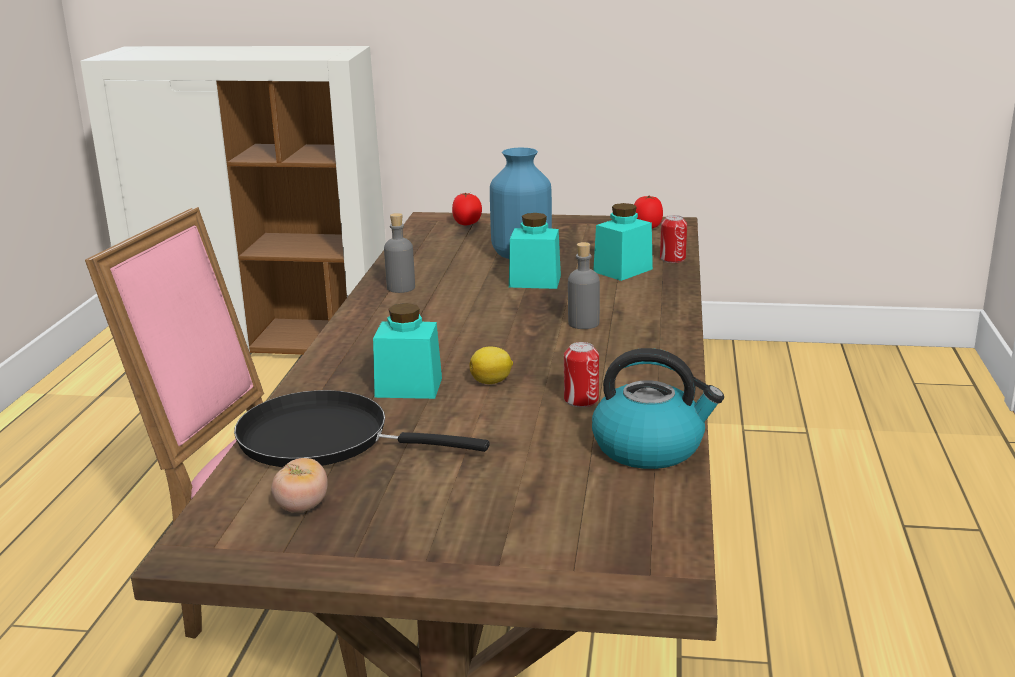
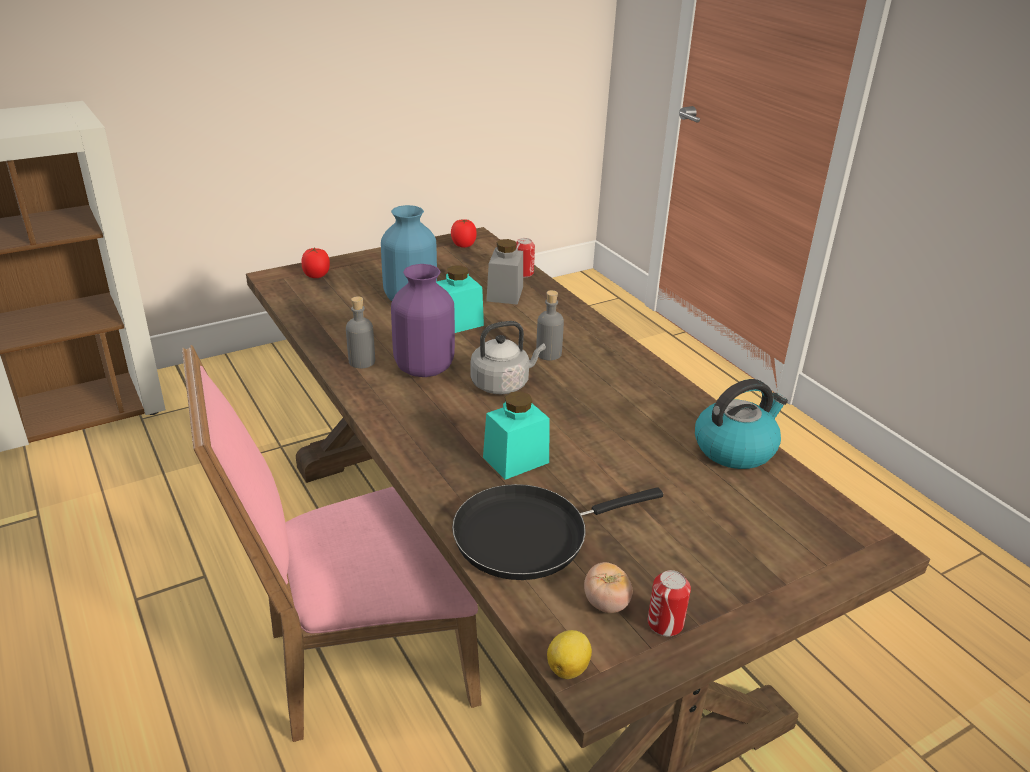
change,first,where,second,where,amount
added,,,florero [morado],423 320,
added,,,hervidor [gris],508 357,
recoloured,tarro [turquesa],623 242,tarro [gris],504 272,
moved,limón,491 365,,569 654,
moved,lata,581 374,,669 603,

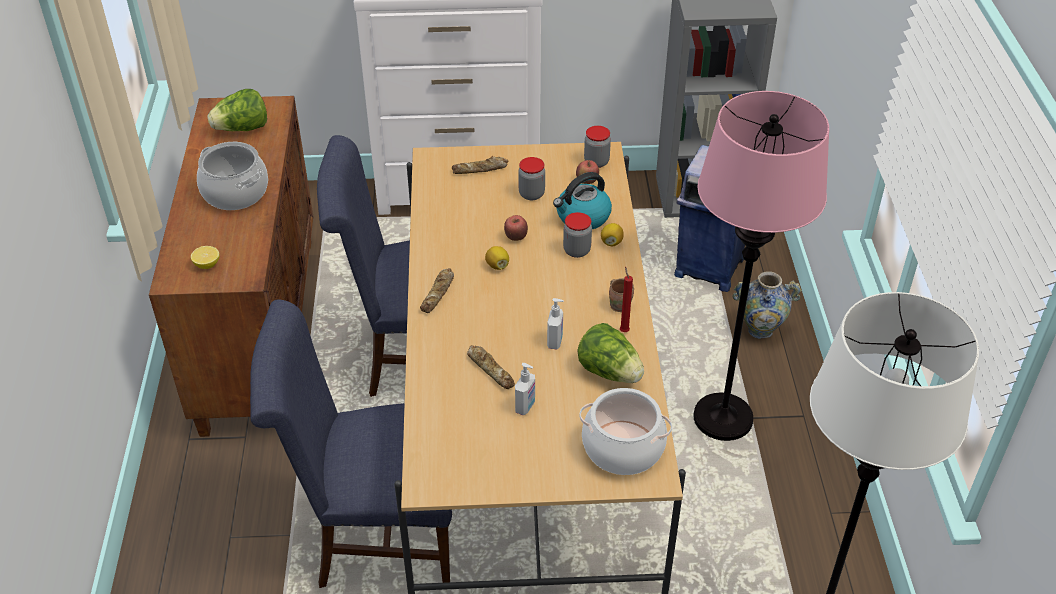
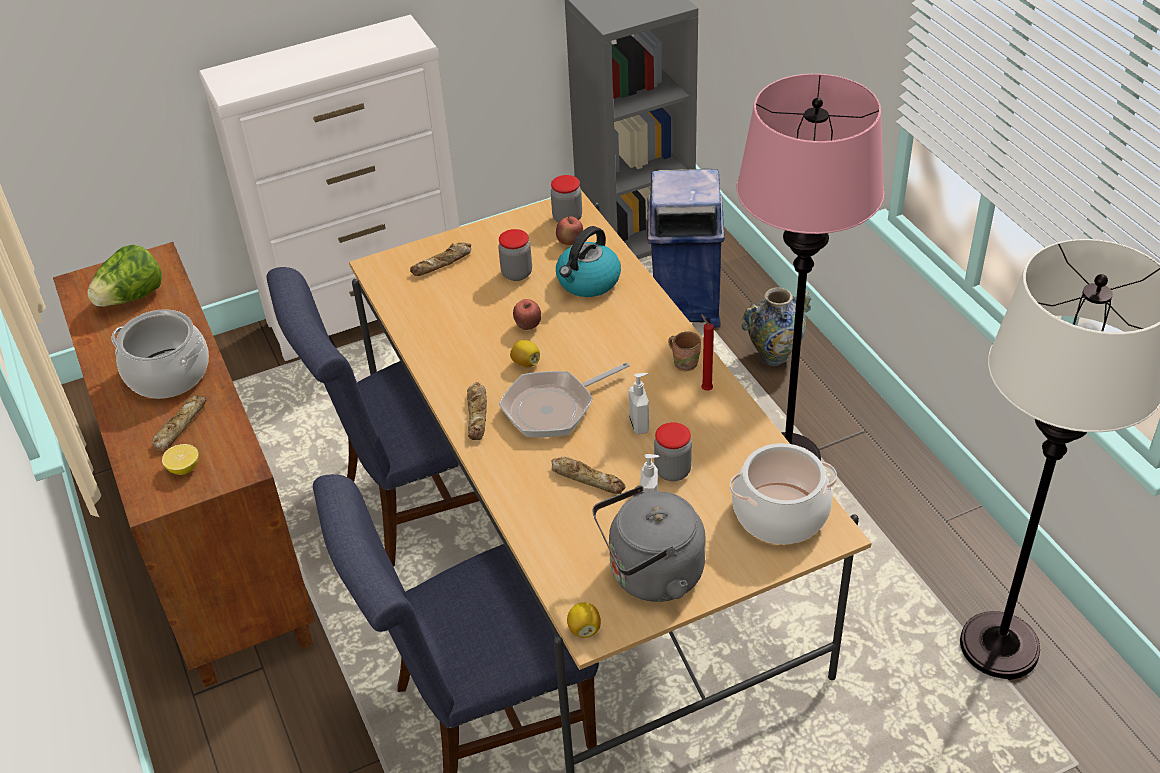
change,first,where,second,where,amount
added,,,pan,179 423,
added,,,sartén,564 400,
moved,limón,612 234,,584 620,
added,,,hervidor [gris],649 544,
moved,tarro,577 235,,673 451,
removed,lechuga,610 353,,,

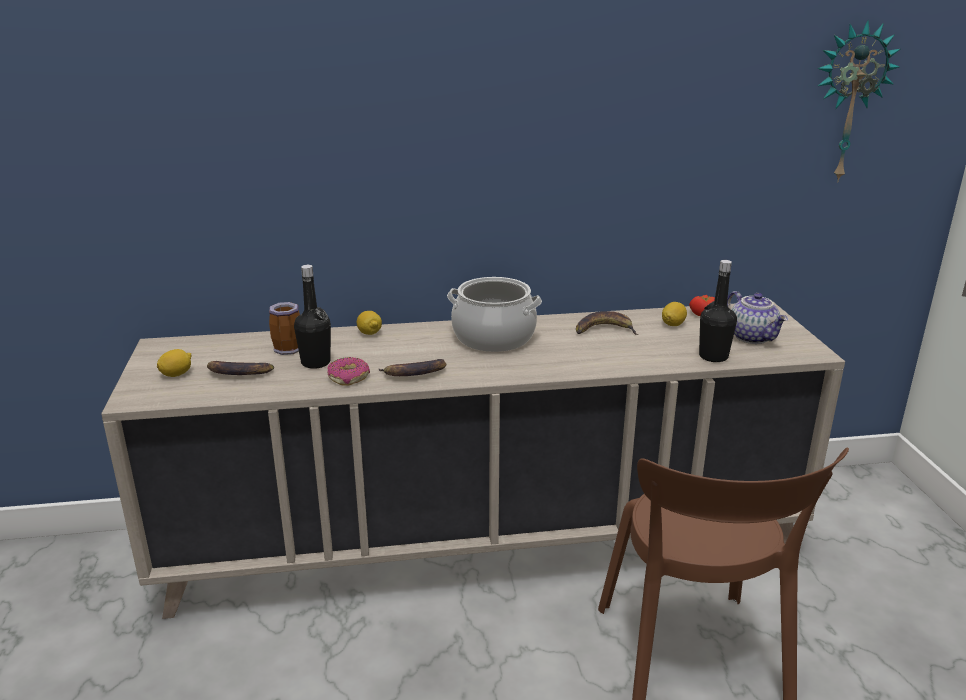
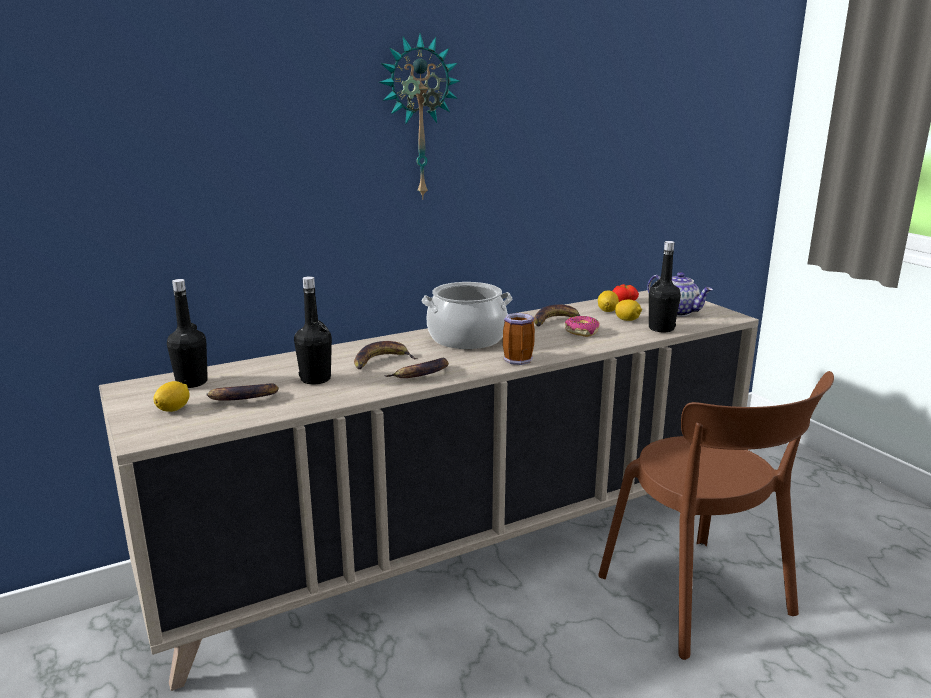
change,first,where,second,where,amount
added,,,botella [negro],187 333,
added,,,plátano,386 355,
moved,reloj de pared,858 101,,419 116,
moved,taza grande,284 328,,519 339,
moved,rosquilla,348 371,,582 326,
moved,limón,369 323,,628 310,

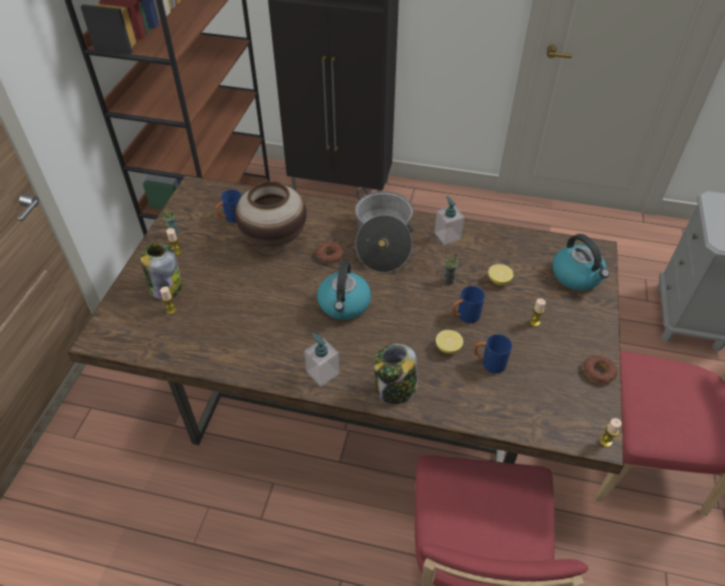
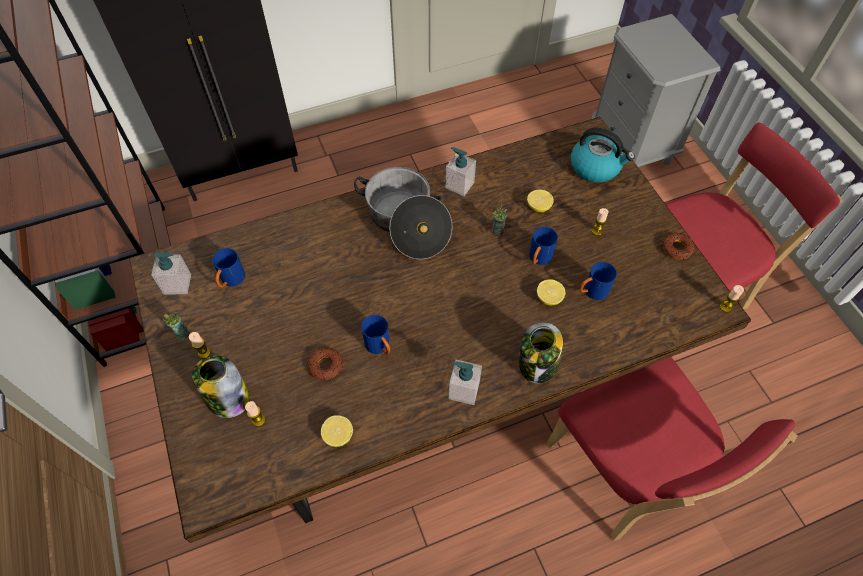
change,first,where,second,where,amount
added,,,dispensador de jabón,171 274,
moved,rosquilla,329 252,,325 363,
added,,,limón,337 431,
added,,,taza grande [azul],375 334,
removed,florero,271 214,,,
removed,hervidor,344 290,,,

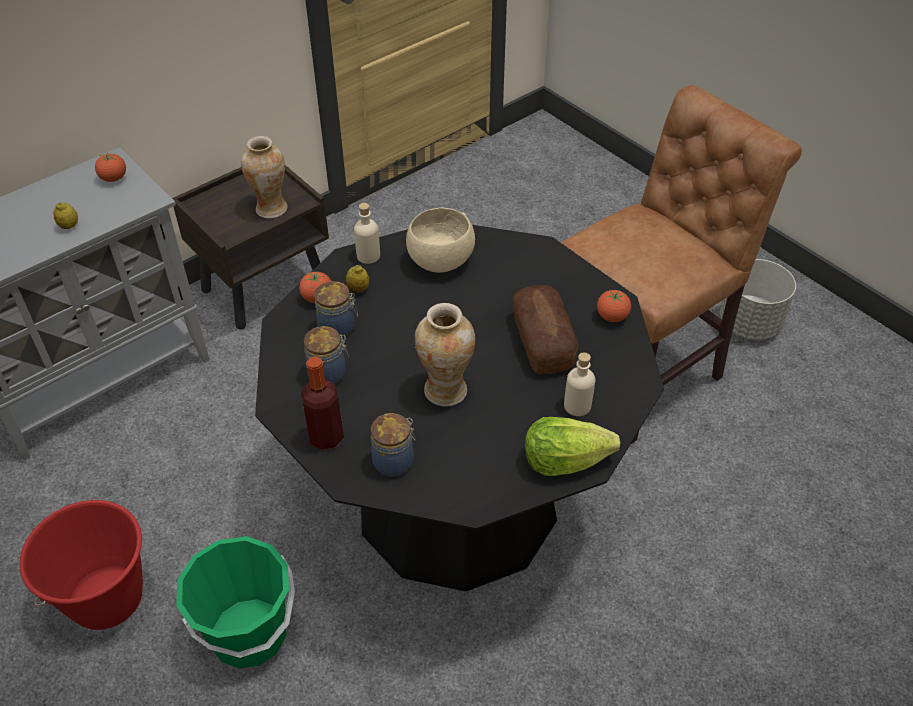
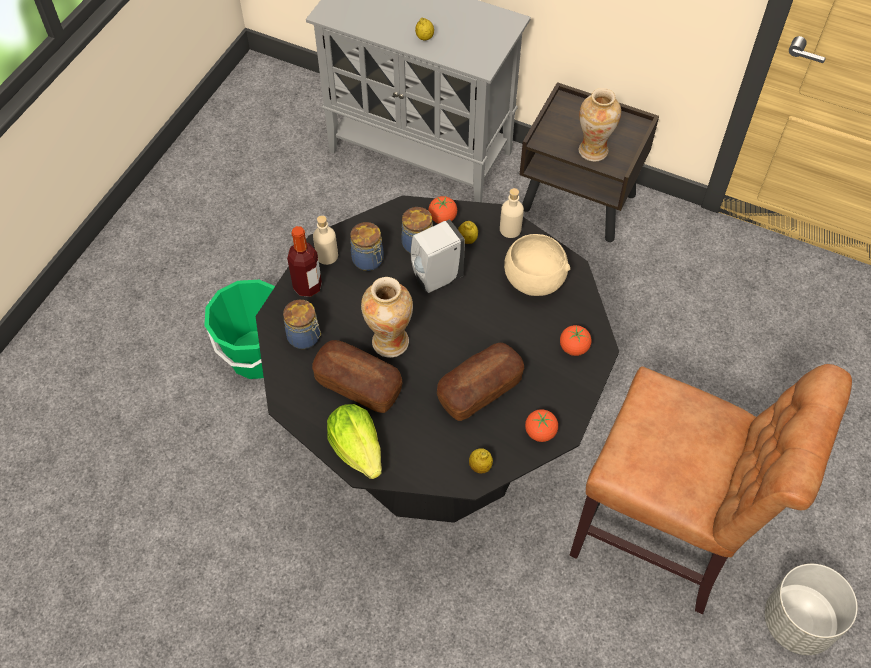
change,first,where,second,where,amount
added,,,pan,357 376,
moved,botella [beis],579 384,,325 240,
added,,,dispensador de jabón [blanco],438 256,
added,,,limón,481 461,
moved,tomate,110 167,,576 340,
removed,cubo [rojo],81 565,,,

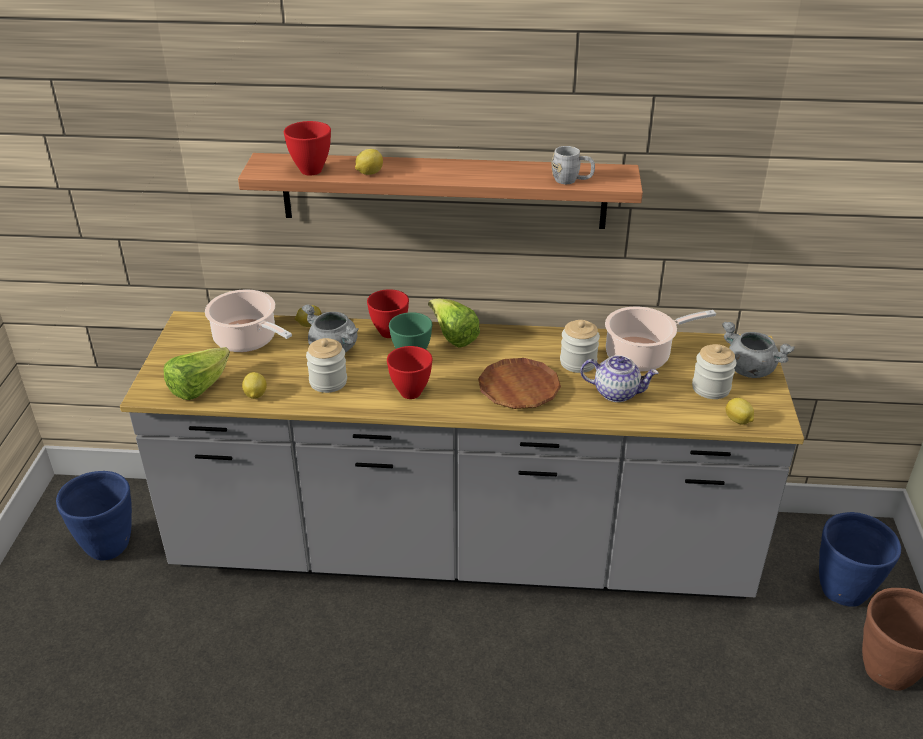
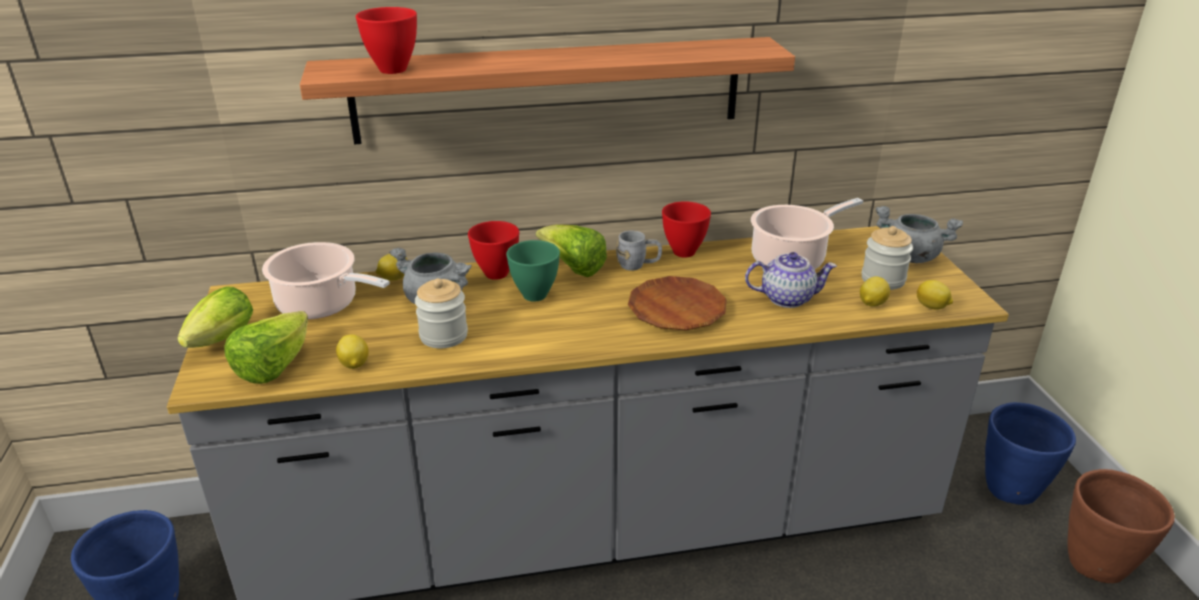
change,first,where,second,where,amount
added,,,lechuga,215 317,
moved,taza grande [gris],573 165,,639 250,
moved,cuenco [rojo],410 372,,686 229,
moved,limón,369 162,,875 291,
removed,tarro,580 346,,,

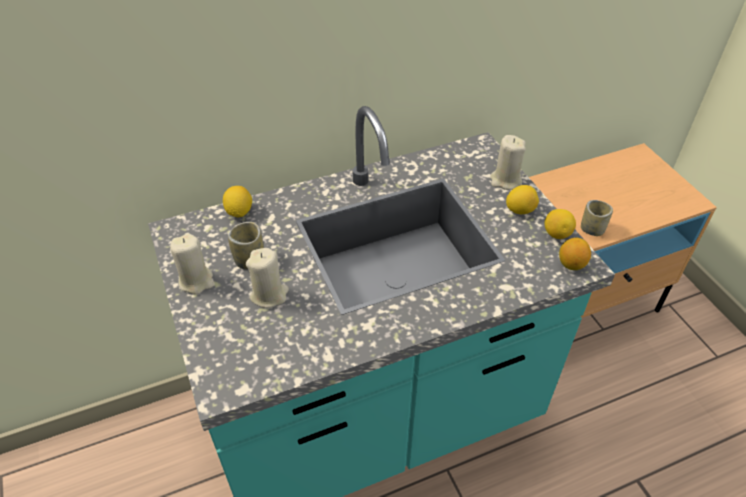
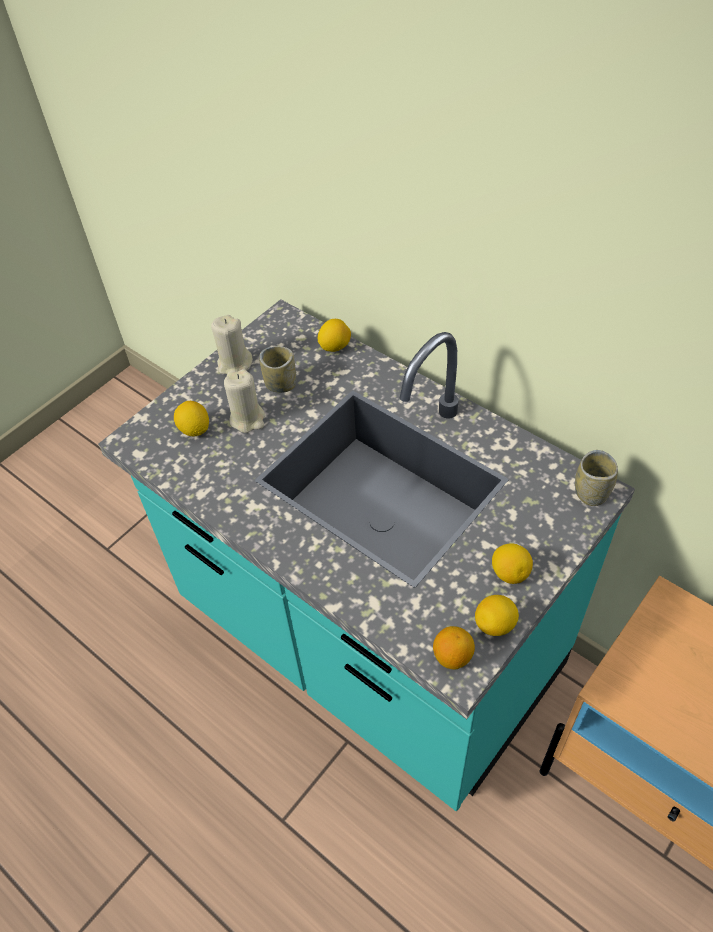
change,first,where,second,where,amount
added,,,limón,191 418,
moved,taza,597 218,,596 478,
removed,vela [beis],508 162,,,

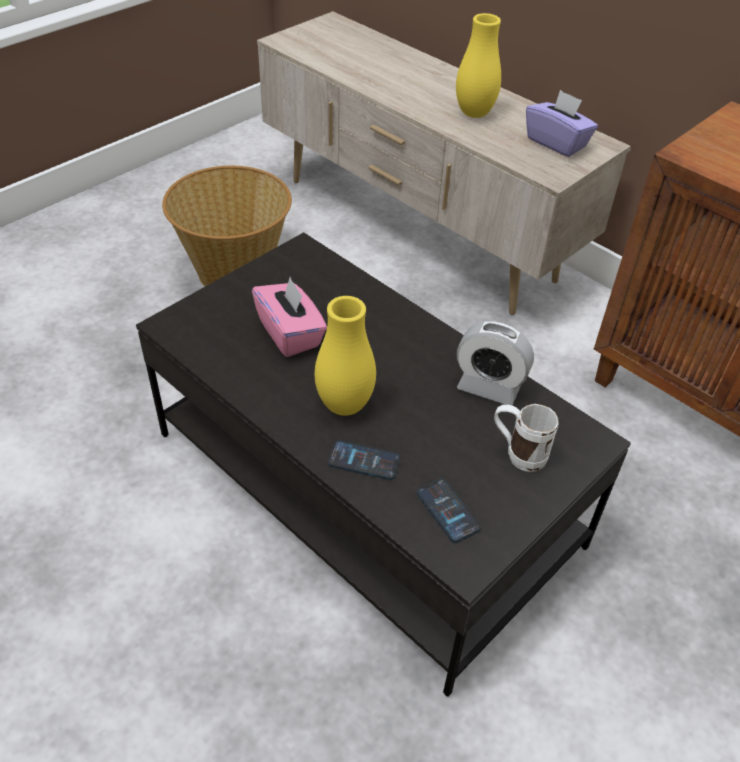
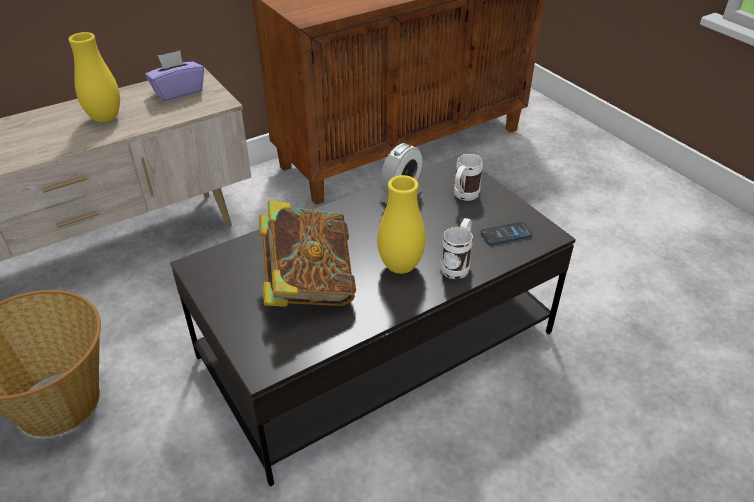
change,first,where,second,where,amount
replaced,caja de pañuelos [rosa],289 317,libro,307 253,
replaced,móvil,364 460,taza grande [blanco],456 248,

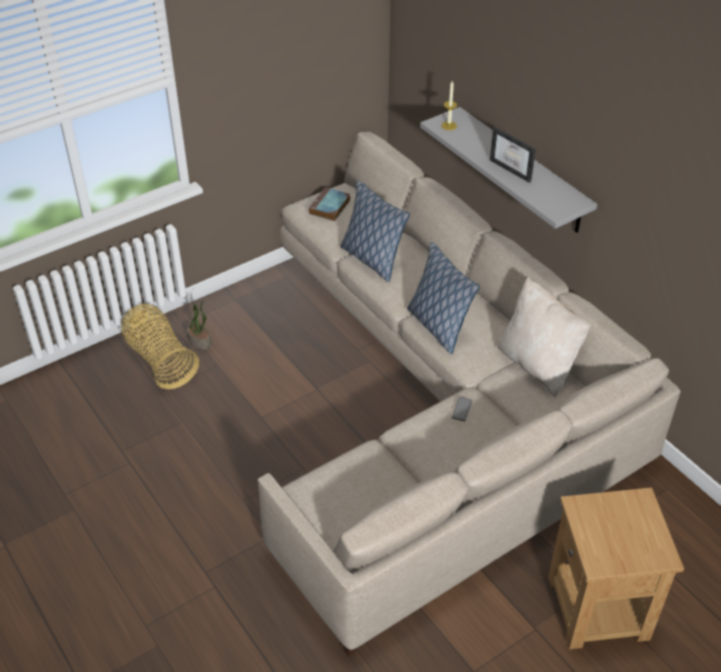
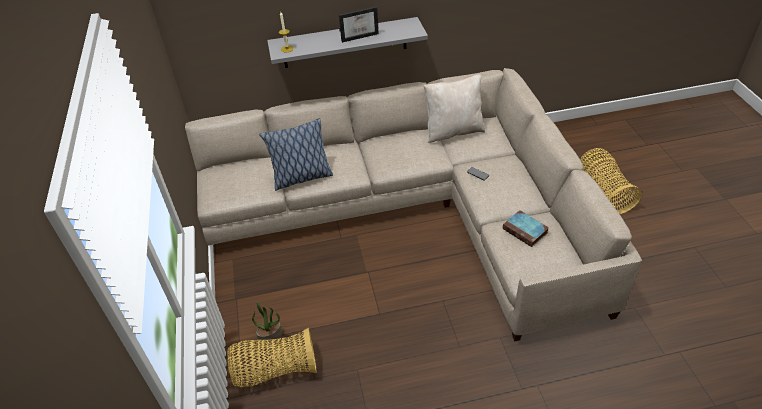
change,first,where,second,where,amount
moved,libro,329 204,,526 228,
replaced,mesa auxiliar [marrón],616 568,cesta,611 181,
removed,cojín,443 298,,,

